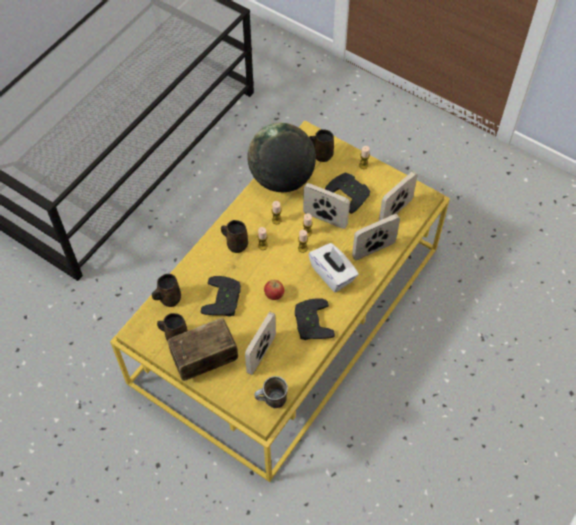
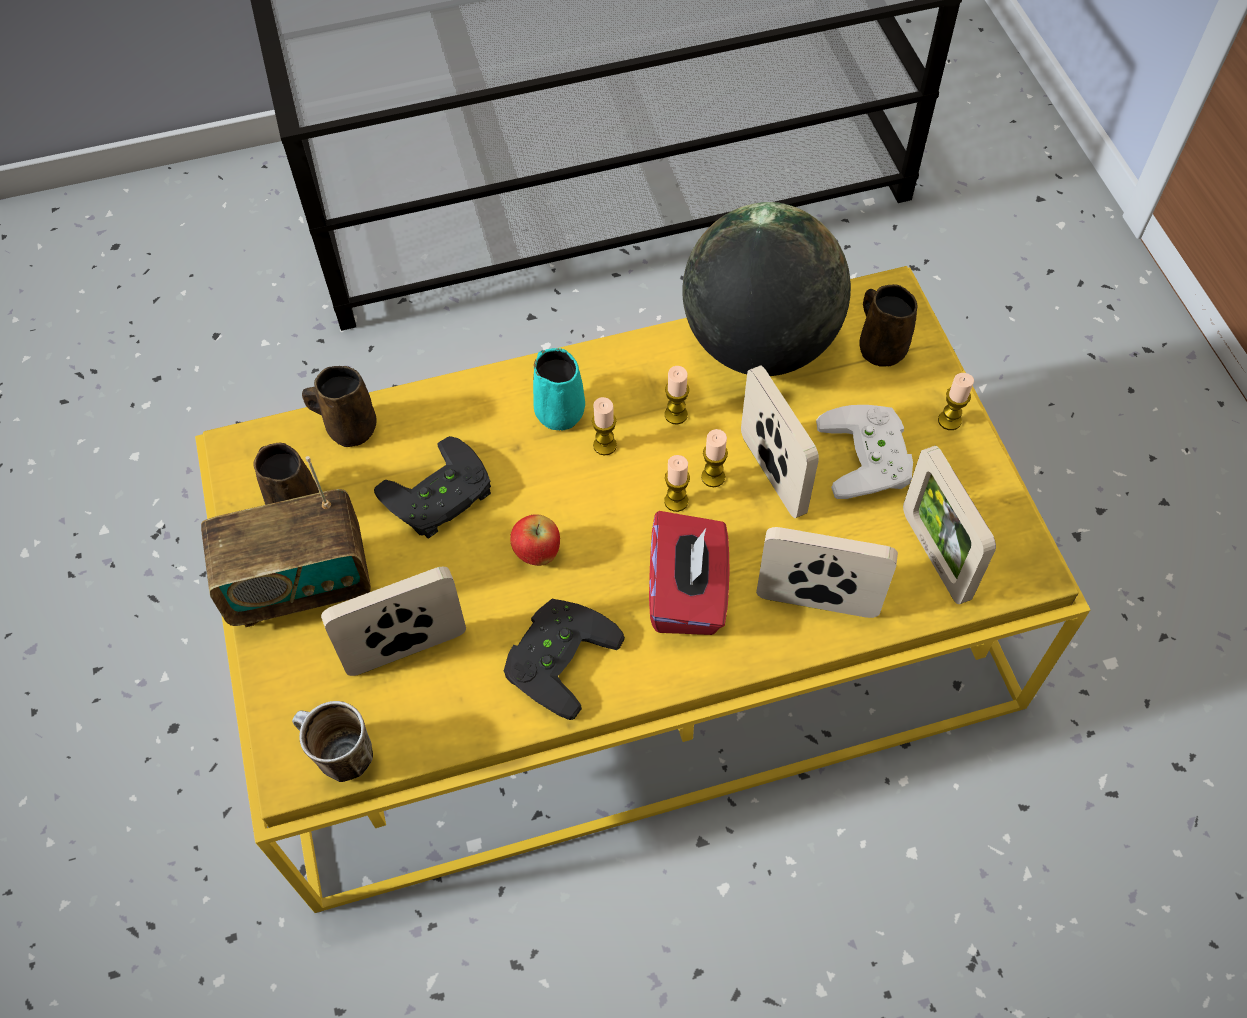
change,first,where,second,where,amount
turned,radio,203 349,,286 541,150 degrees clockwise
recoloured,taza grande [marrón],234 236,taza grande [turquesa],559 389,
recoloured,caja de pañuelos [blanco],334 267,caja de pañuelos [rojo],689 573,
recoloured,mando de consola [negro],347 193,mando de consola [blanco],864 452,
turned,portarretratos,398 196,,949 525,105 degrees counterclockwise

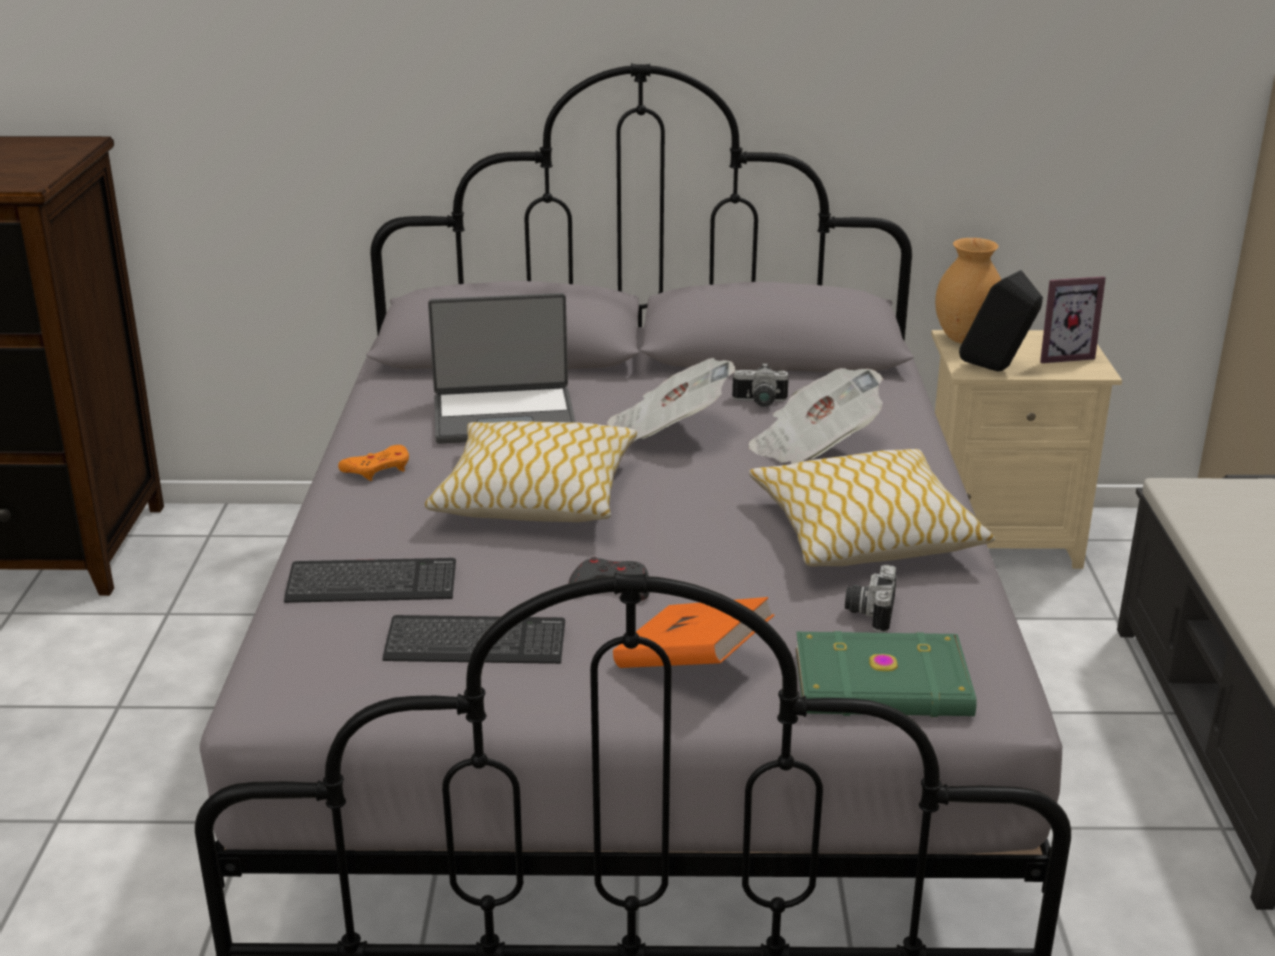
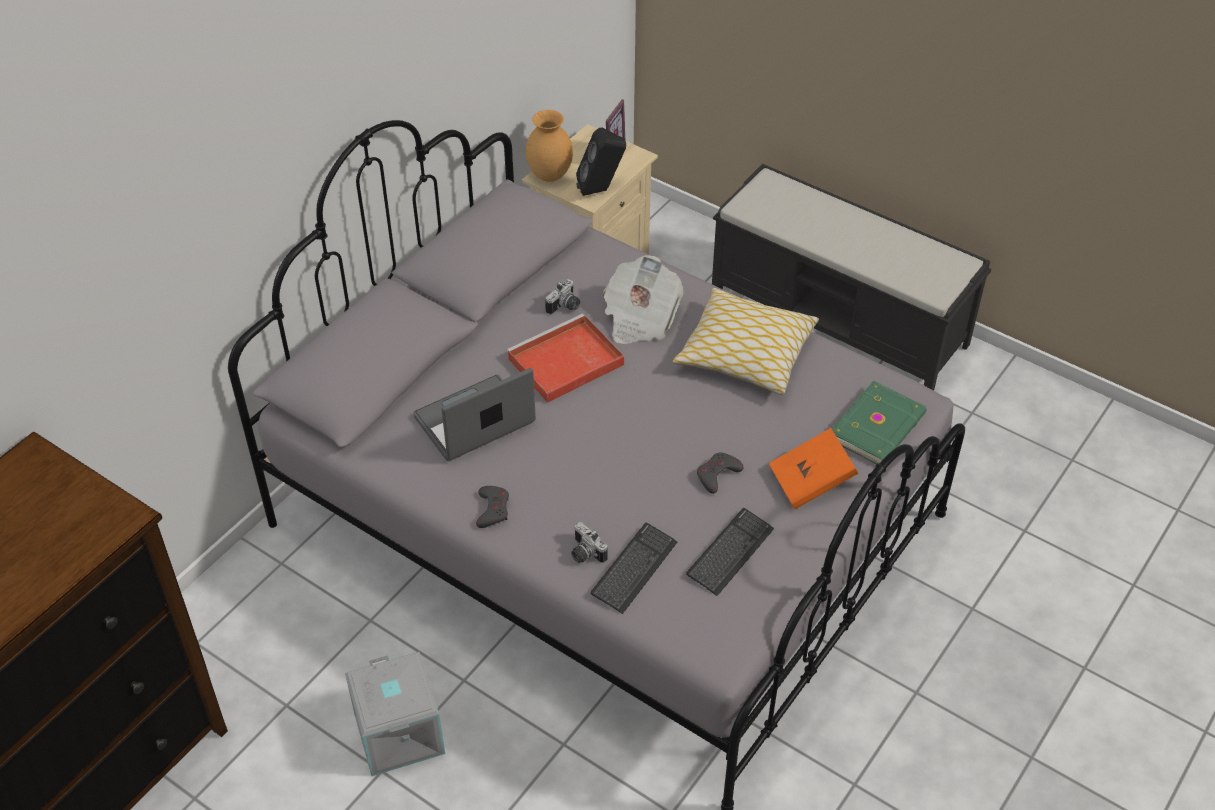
change,first,where,second,where,amount
added,,,caja de almacenaje [gris],395 714,
turned,portátil,502 368,,474 414,150 degrees counterclockwise
recoloured,mando de consola [naranja],373 463,mando de consola [gris],492 507,
replaced,periódico,671 400,bandeja [rojo],565 358,
moved,cámara,871 598,,589 542,
removed,cojín,531 471,,,

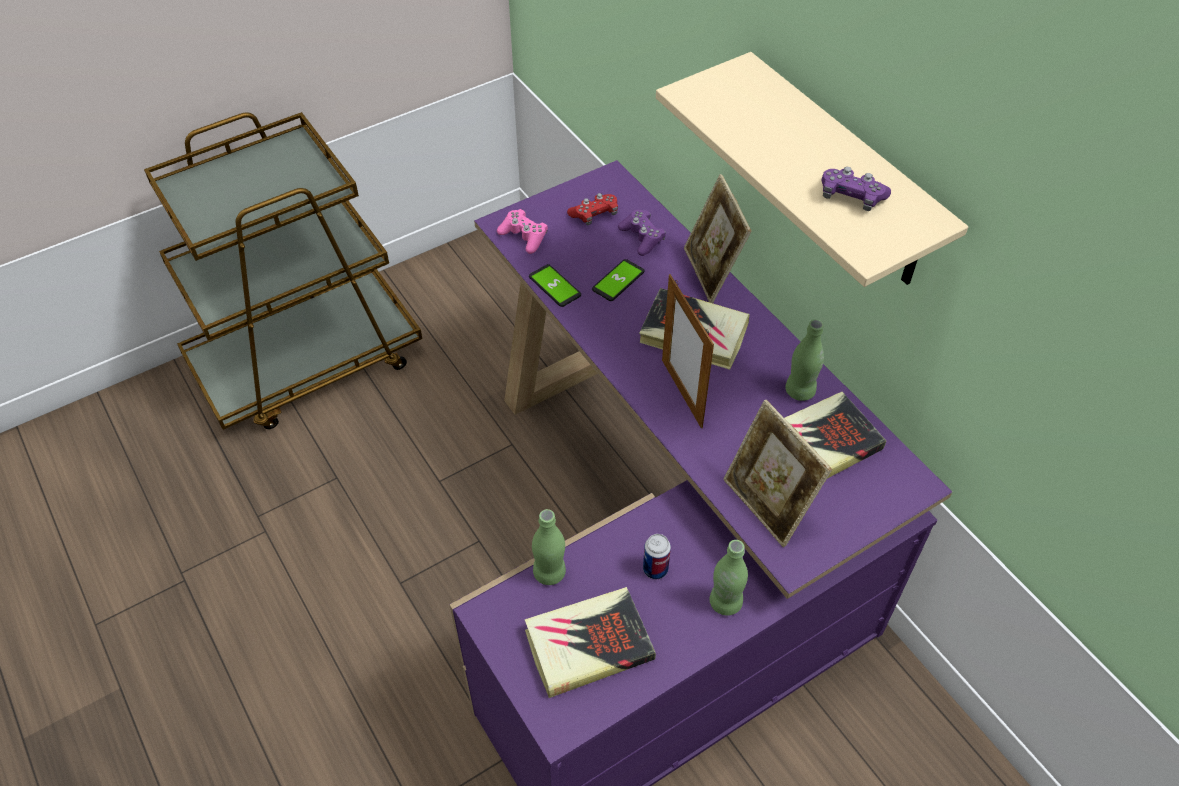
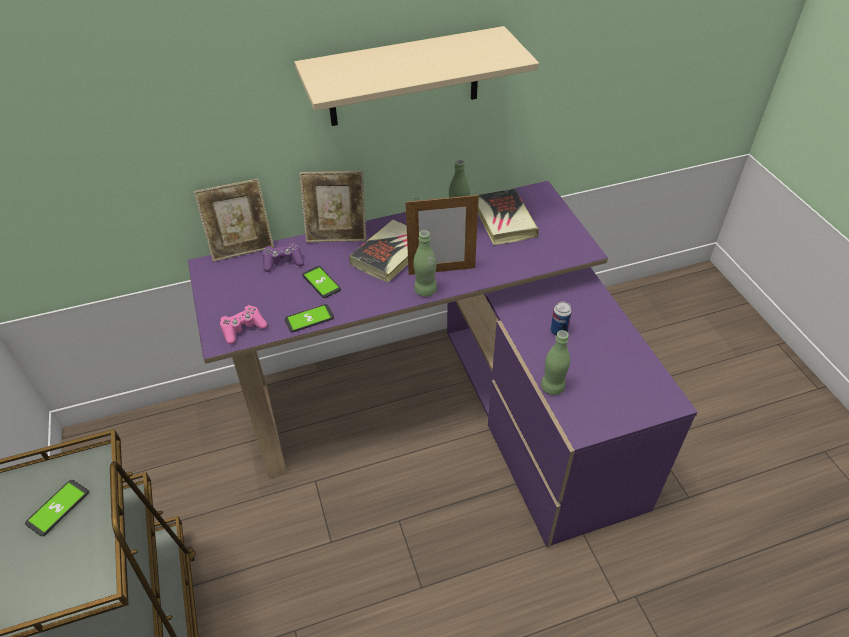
change,first,where,second,where,amount
added,,,móvil,57 508,
moved,portarretratos,777 473,,234 220,
moved,botella [verde],729 578,,425 263,
removed,libro,590 642,,,
removed,mando de consola [rojo],592 209,,,
removed,mando de consola [morado],856 189,,,

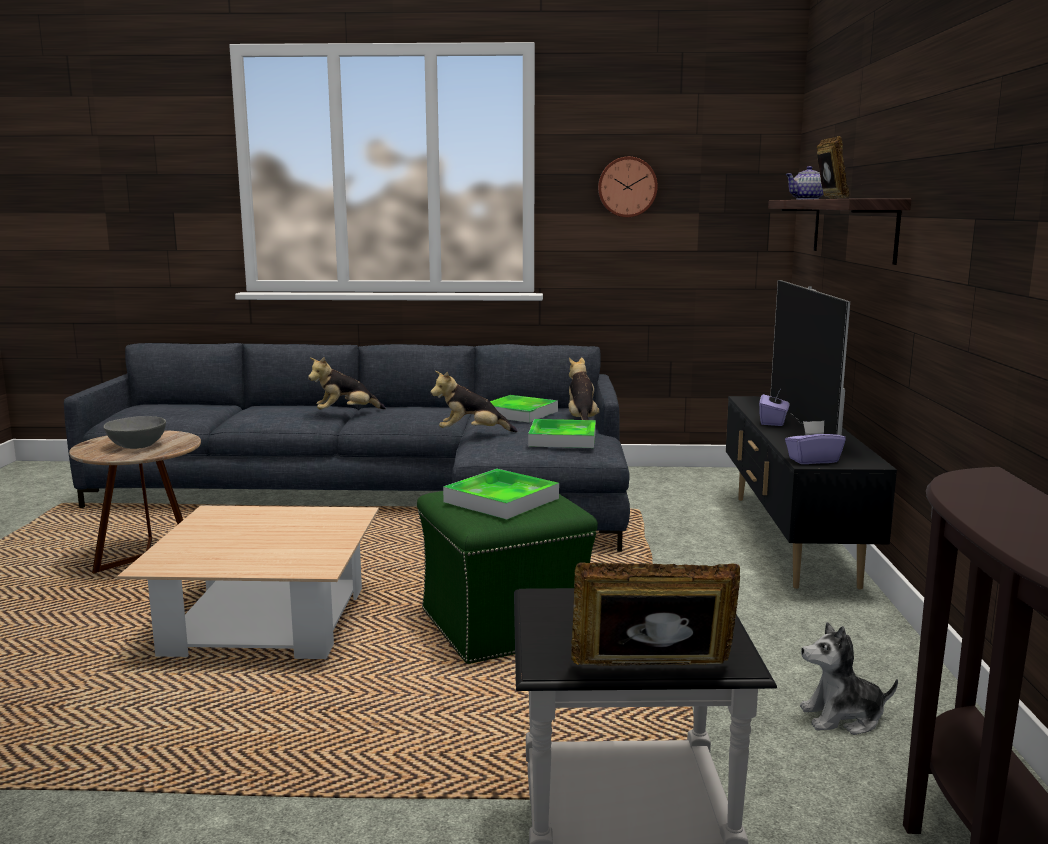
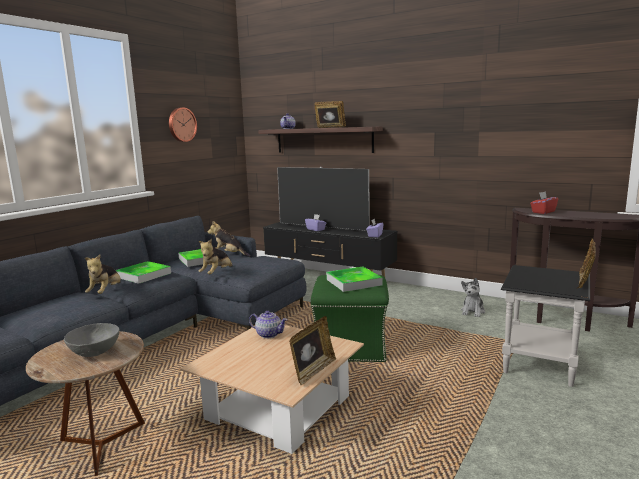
change,first,where,second,where,amount
moved,bandeja,562 433,,143 272,
added,,,tetera,268 324,
added,,,portarretratos,312 351,
added,,,caja de pañuelos [rojo],544 202,

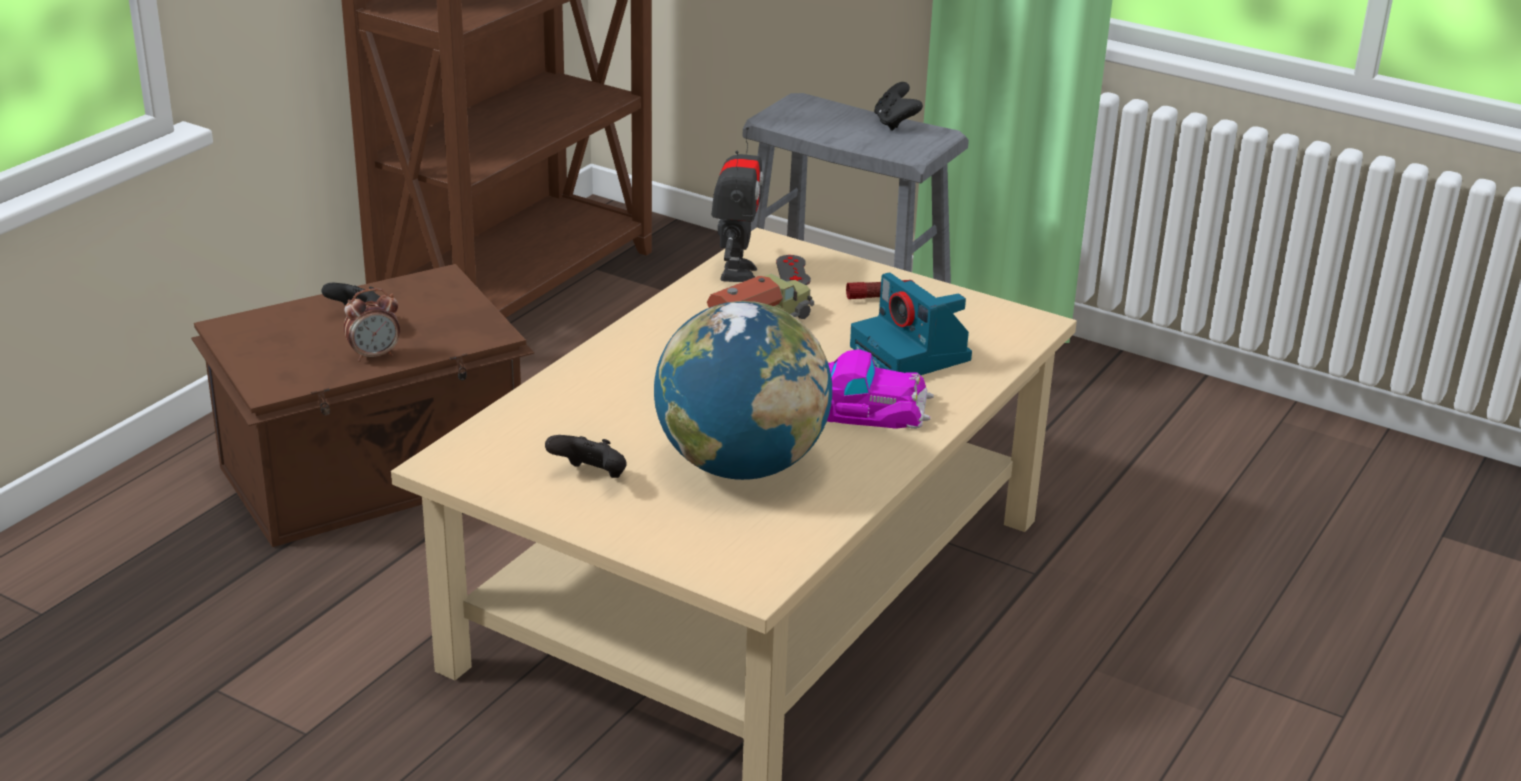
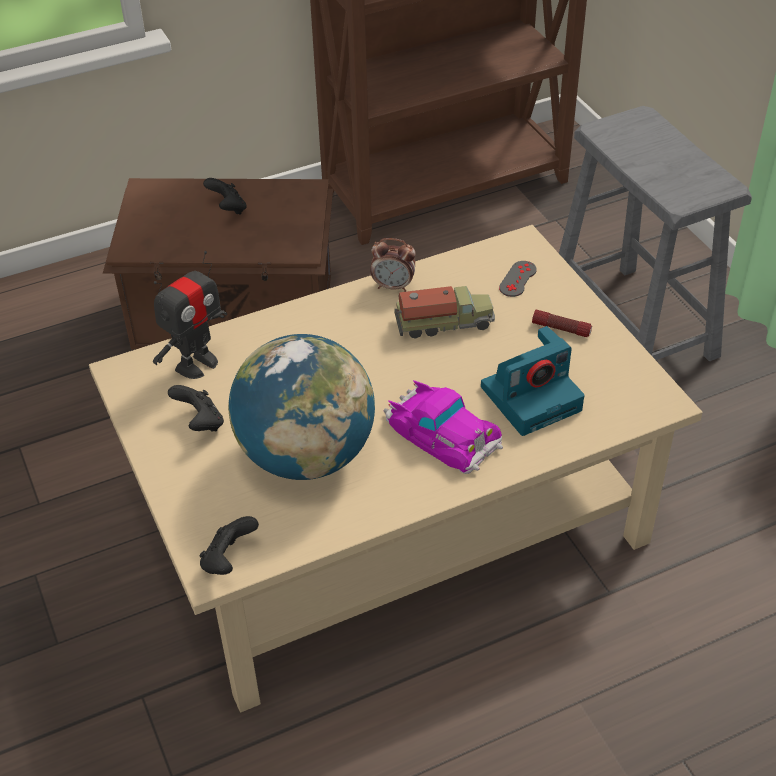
change,first,where,second,where,amount
moved,robot de juguete,738 204,,190 315,
moved,mando de consola [negro],898 106,,229 545,
moved,despertador,372 325,,393 265,
turned,cámara,911 324,,532 381,120 degrees counterclockwise

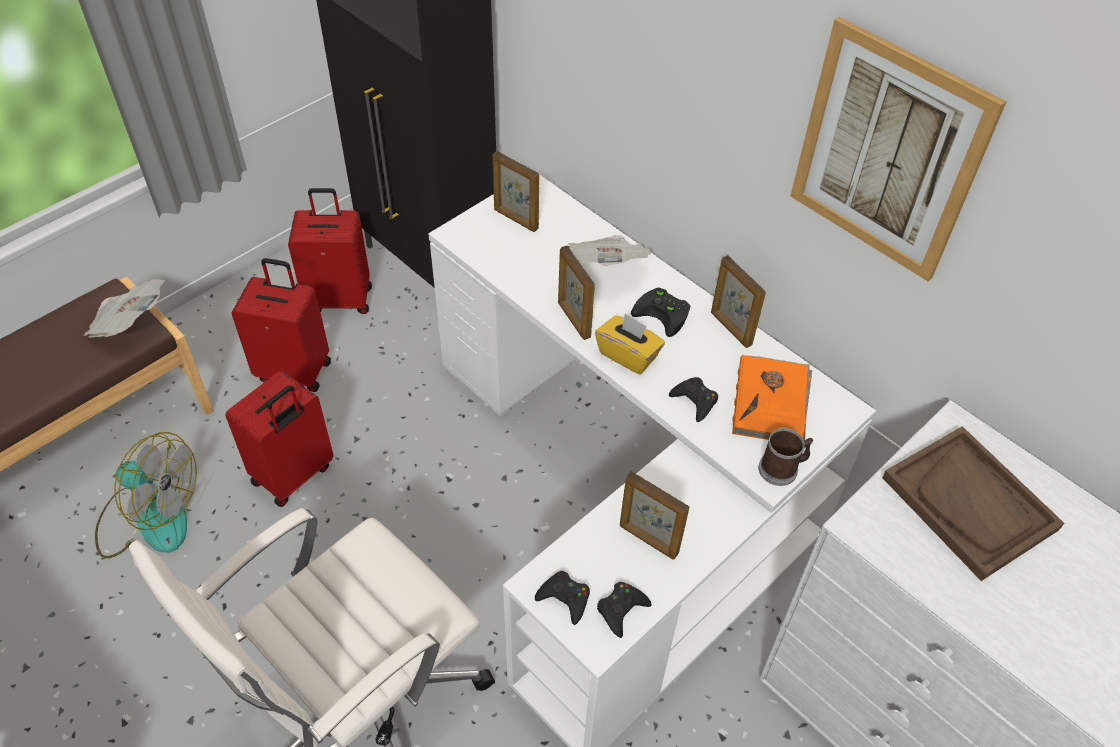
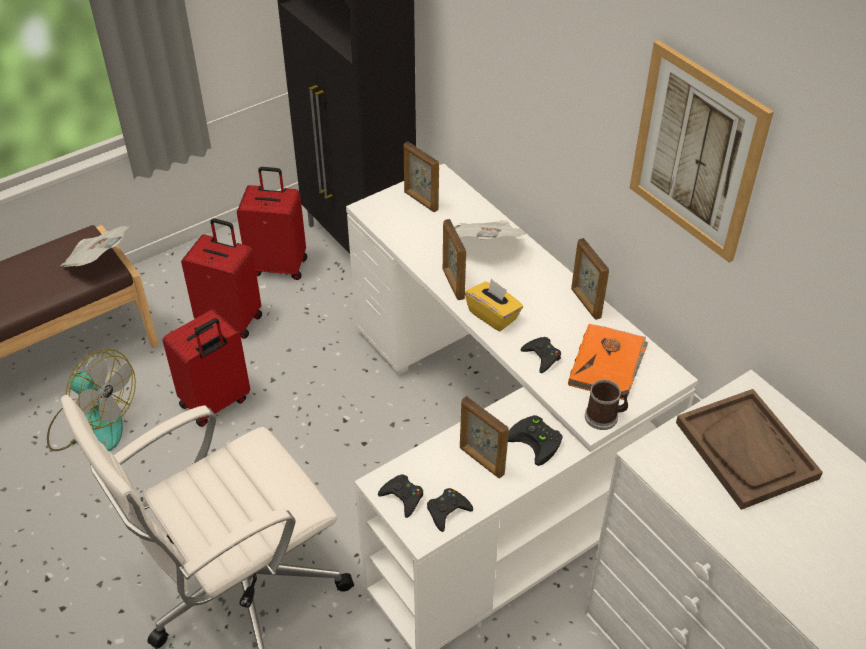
change,first,where,second,where,amount
moved,mando de consola [negro],661 312,,535 440,

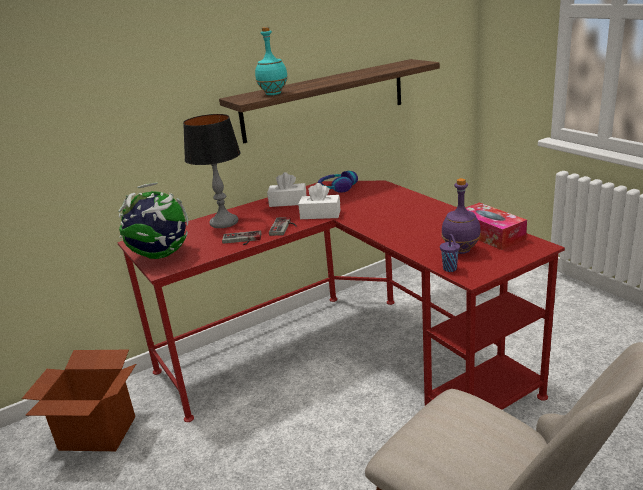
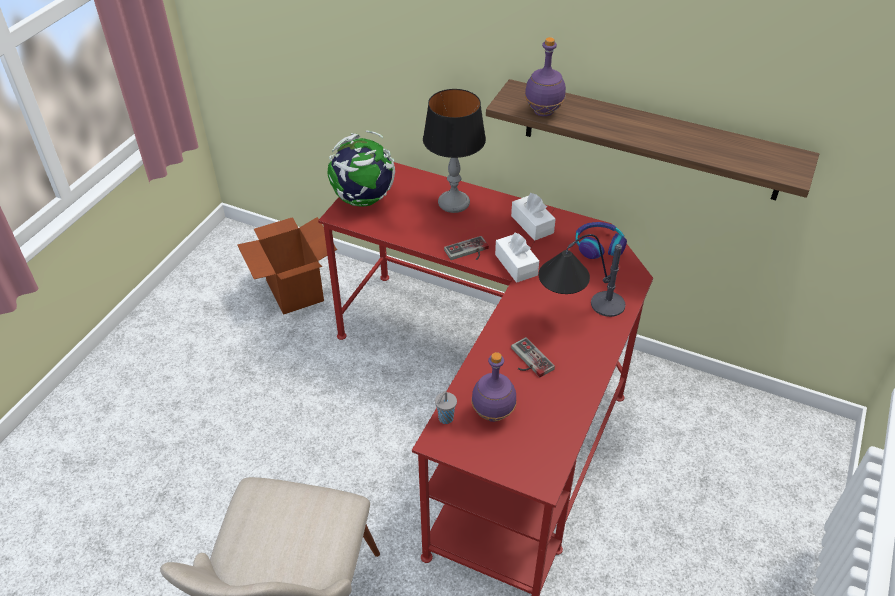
change,first,where,second,where,amount
recoloured,taza [morado],450 253,taza [gris],446 407,
moved,mando de consola,241 238,,533 357,
recoloured,botella [turquesa],271 61,botella [morado],545 76,
added,,,lámpara de mesa,581 275,
removed,caja de pañuelos,496 226,,,

